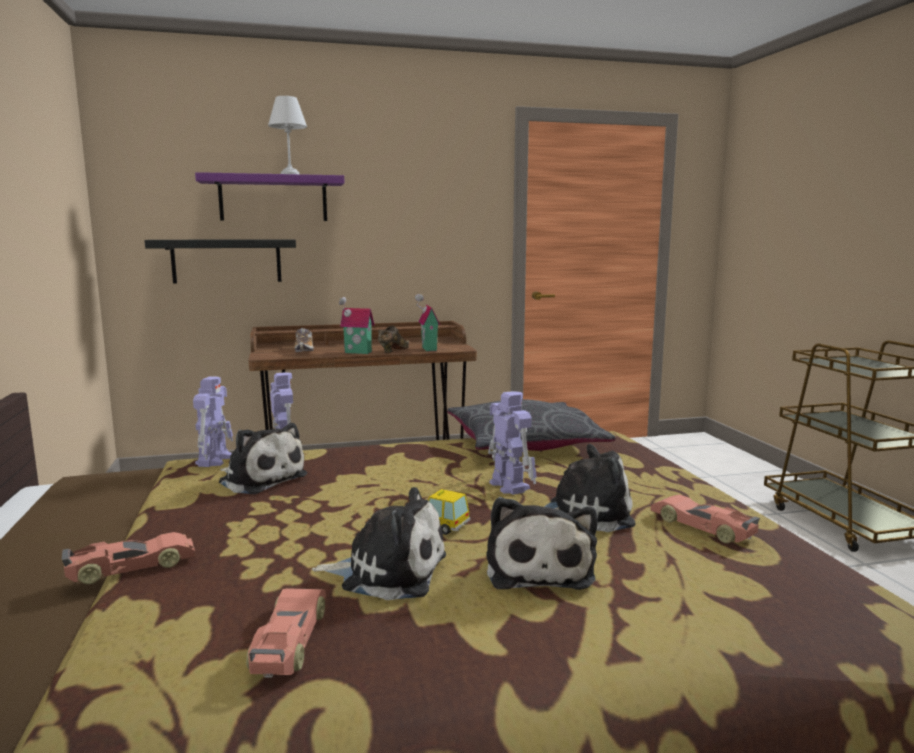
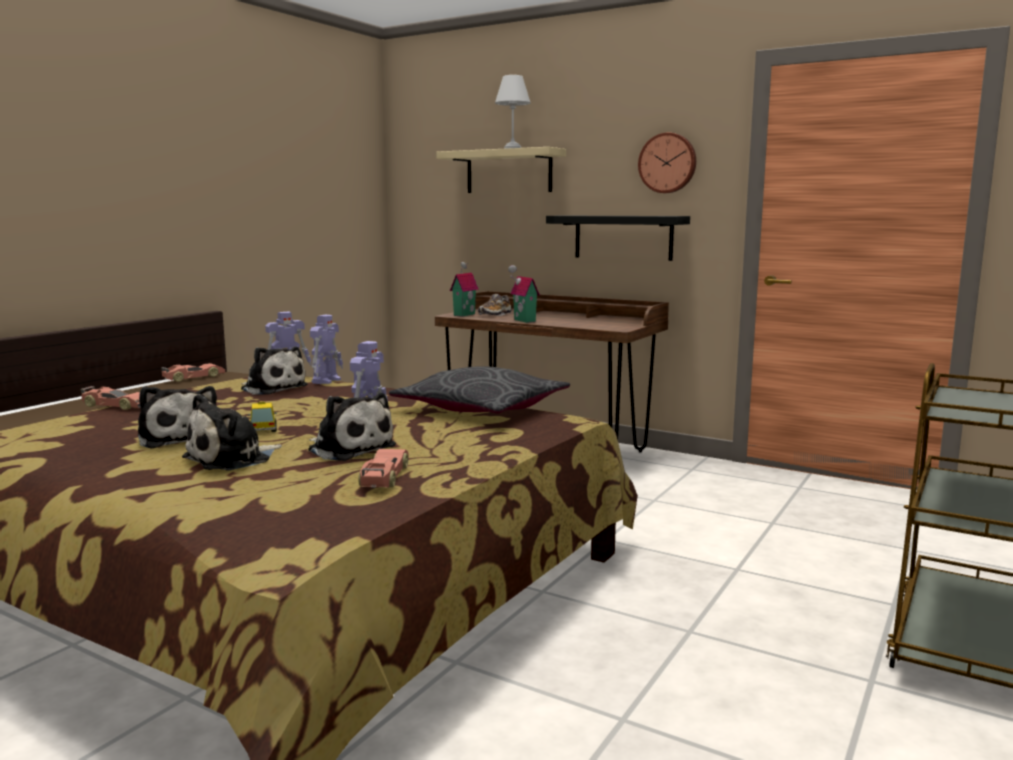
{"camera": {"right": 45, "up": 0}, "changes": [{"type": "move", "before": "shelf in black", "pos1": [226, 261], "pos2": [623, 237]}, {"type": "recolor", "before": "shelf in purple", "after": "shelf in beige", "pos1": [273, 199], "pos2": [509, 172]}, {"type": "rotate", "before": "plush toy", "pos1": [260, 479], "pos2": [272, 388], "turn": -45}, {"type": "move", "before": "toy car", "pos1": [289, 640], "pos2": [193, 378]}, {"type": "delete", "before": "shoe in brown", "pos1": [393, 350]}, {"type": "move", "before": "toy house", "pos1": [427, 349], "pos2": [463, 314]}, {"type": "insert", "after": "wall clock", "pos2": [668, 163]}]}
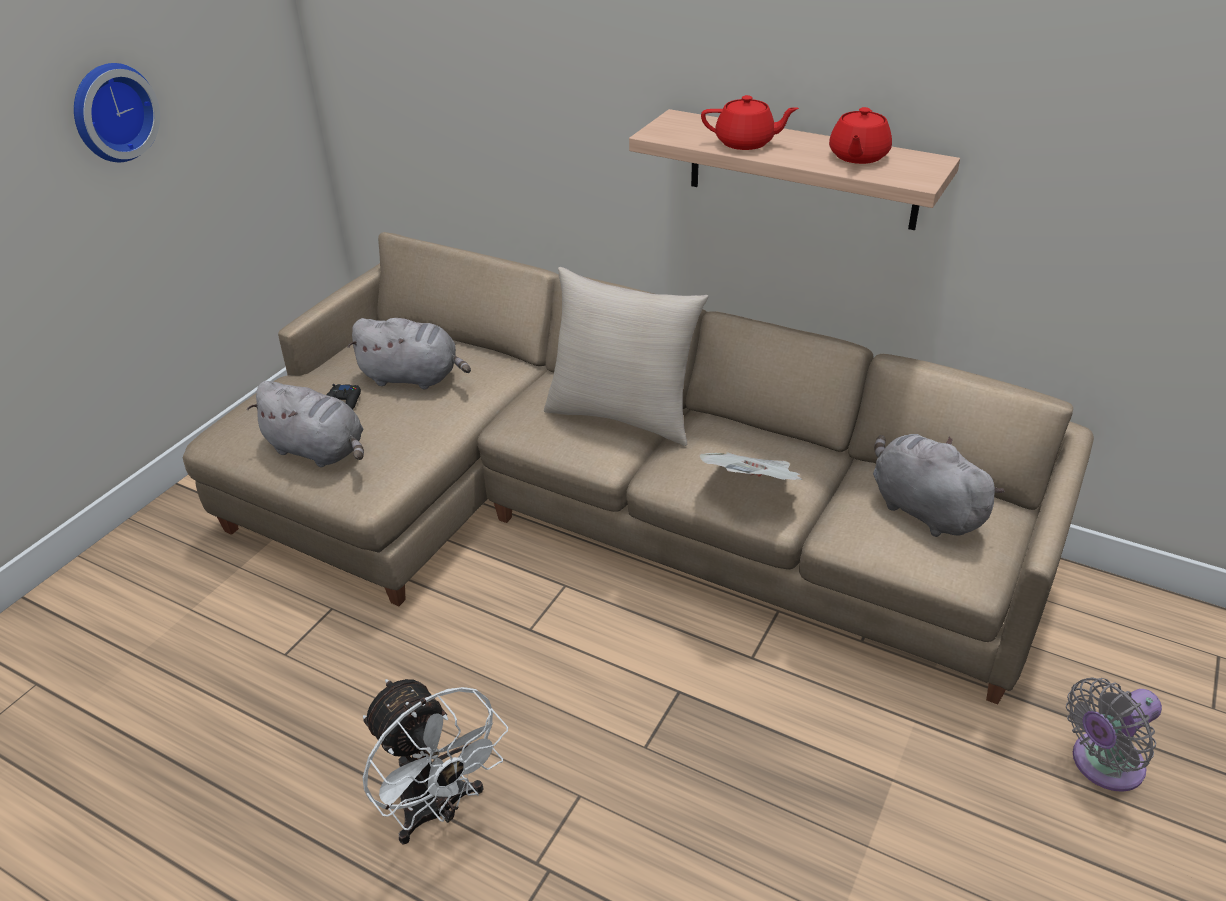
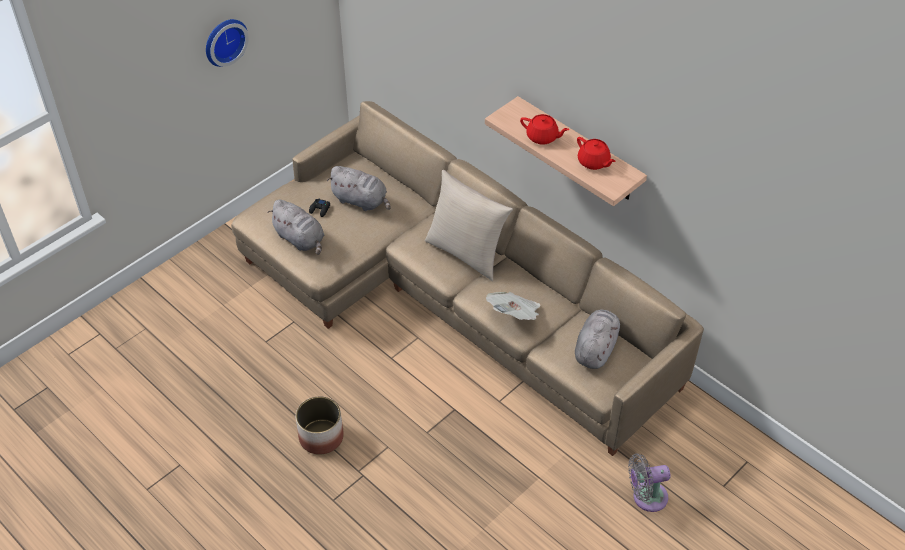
{"camera": {"right": 15, "up": 10}, "changes": [{"type": "replace", "before": "fan in white", "after": "planter", "pos1": [438, 810], "pos2": [321, 436]}, {"type": "rotate", "before": "teapot in red", "pos1": [857, 156], "pos2": [594, 162], "turn": -75}, {"type": "rotate", "before": "plush toy in grey", "pos1": [922, 509], "pos2": [596, 348], "turn": 45}]}
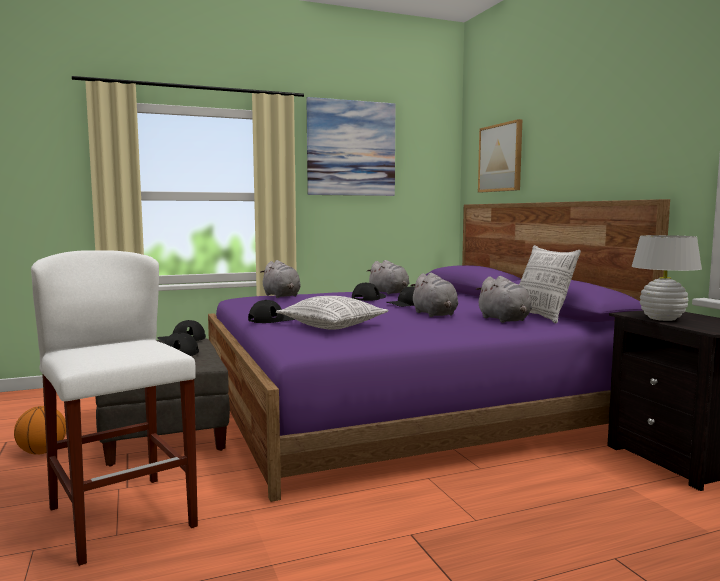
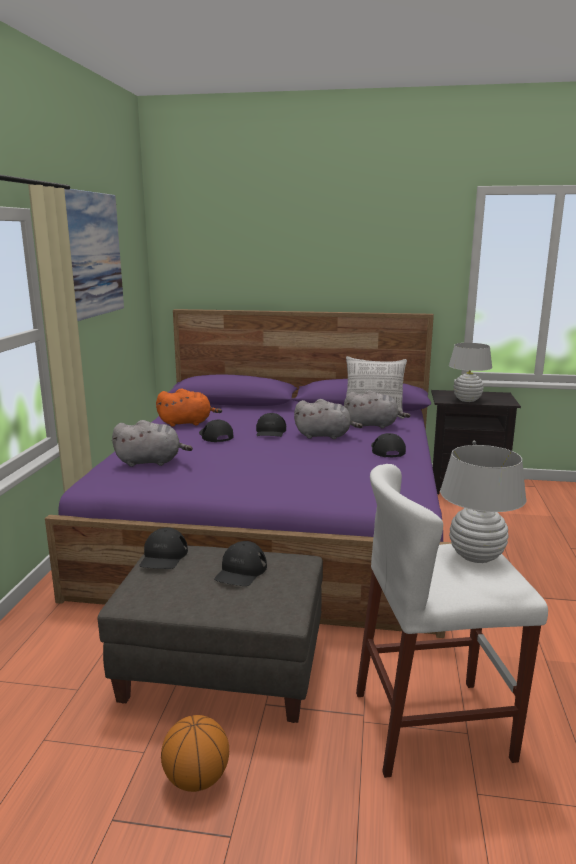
{"camera": {"right": -60, "up": 10}, "changes": [{"type": "move", "before": "cap in black", "pos1": [272, 319], "pos2": [387, 450]}, {"type": "delete", "before": "pillow", "pos1": [333, 326]}, {"type": "recolor", "before": "plush toy in grey", "after": "plush toy in orange", "pos1": [389, 293], "pos2": [187, 423]}, {"type": "delete", "before": "picture", "pos1": [500, 158]}, {"type": "insert", "after": "table lamp in white", "pos2": [476, 556]}]}
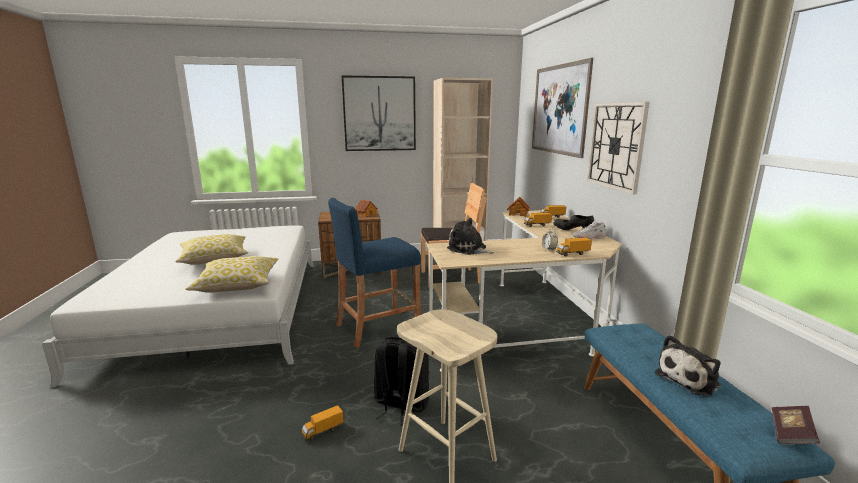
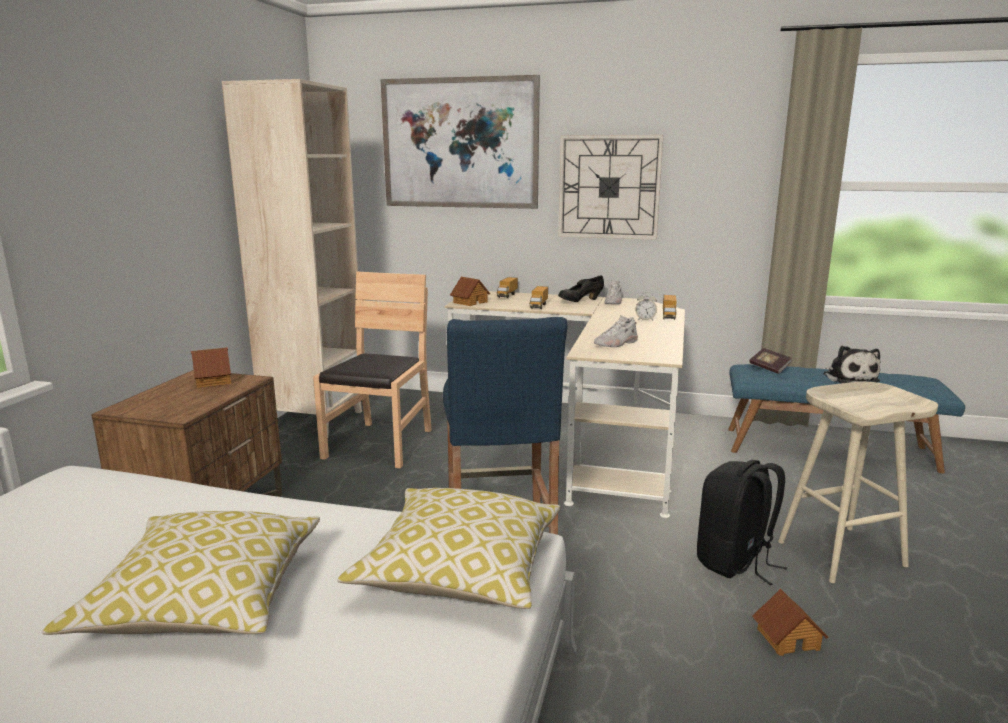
{"camera": {"right": -65, "up": 0}, "changes": [{"type": "replace", "before": "toy truck", "after": "toy house", "pos1": [323, 431], "pos2": [787, 638]}, {"type": "delete", "before": "picture", "pos1": [379, 114]}, {"type": "replace", "before": "plush toy", "after": "shoe in white", "pos1": [468, 249], "pos2": [616, 344]}, {"type": "move", "before": "book", "pos1": [791, 433], "pos2": [769, 368]}]}
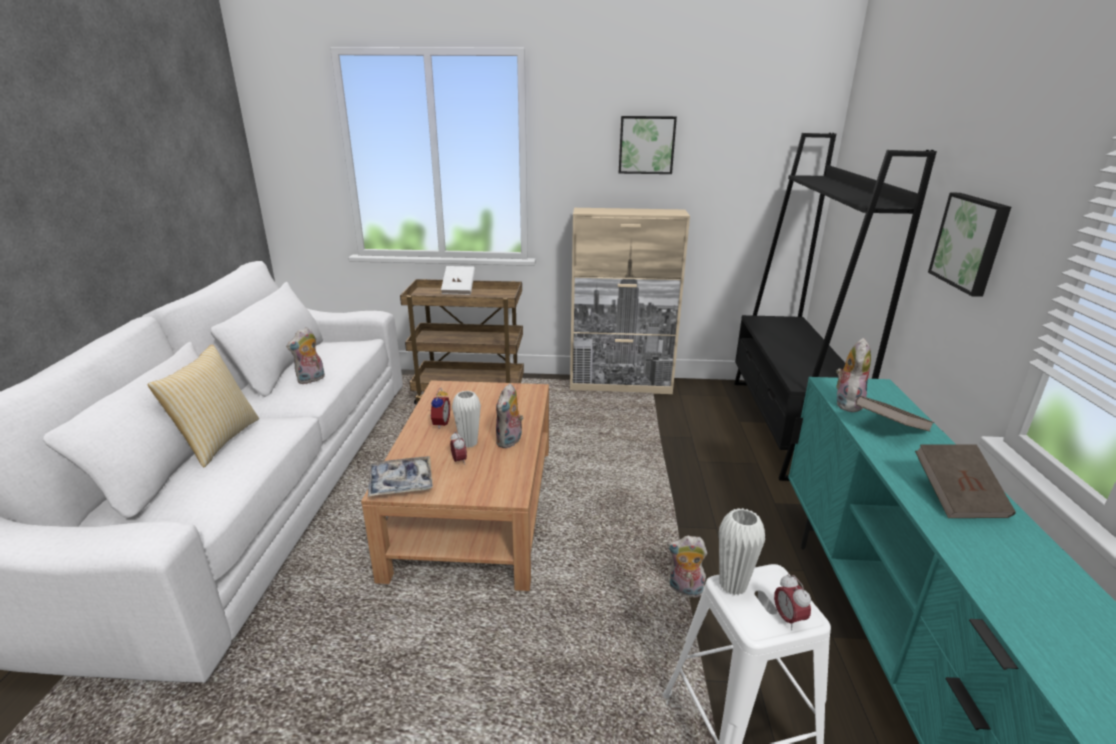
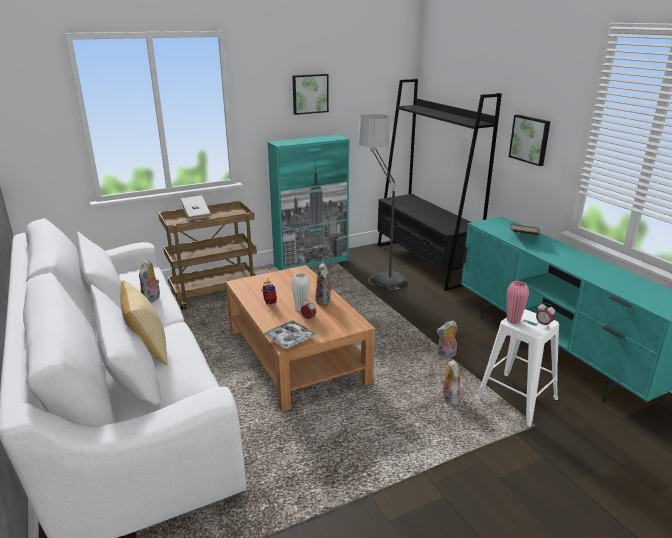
{"camera": {"right": -30, "up": 0}, "changes": [{"type": "recolor", "before": "cabinet in beige", "after": "cabinet in turquoise", "pos1": [621, 385], "pos2": [312, 262]}, {"type": "recolor", "before": "vase in white", "after": "vase in pink", "pos1": [732, 585], "pos2": [513, 320]}, {"type": "move", "before": "plush toy", "pos1": [846, 403], "pos2": [449, 397]}, {"type": "delete", "before": "book in brown", "pos1": [957, 497]}, {"type": "insert", "after": "floor lamp", "pos2": [378, 272]}]}
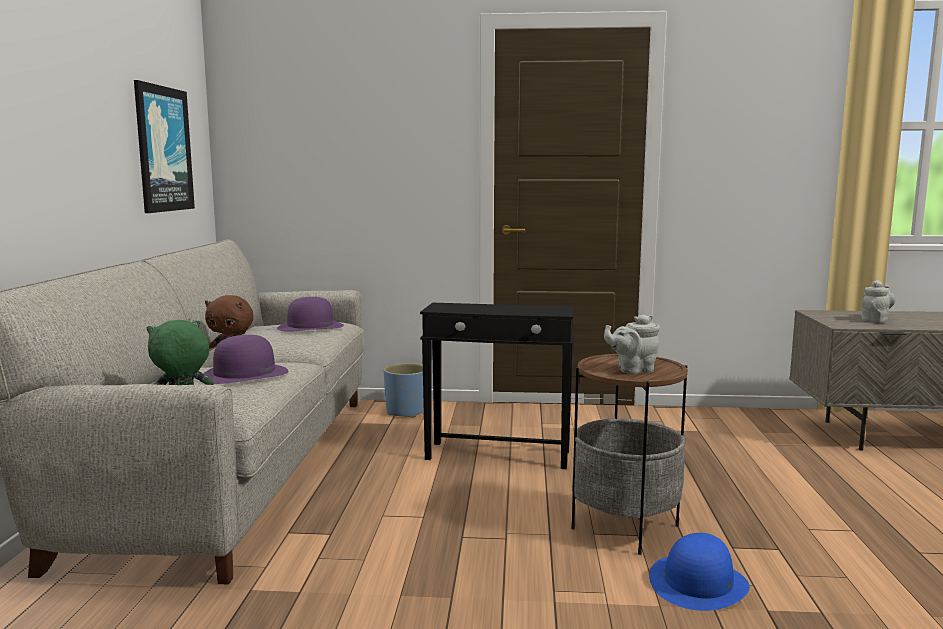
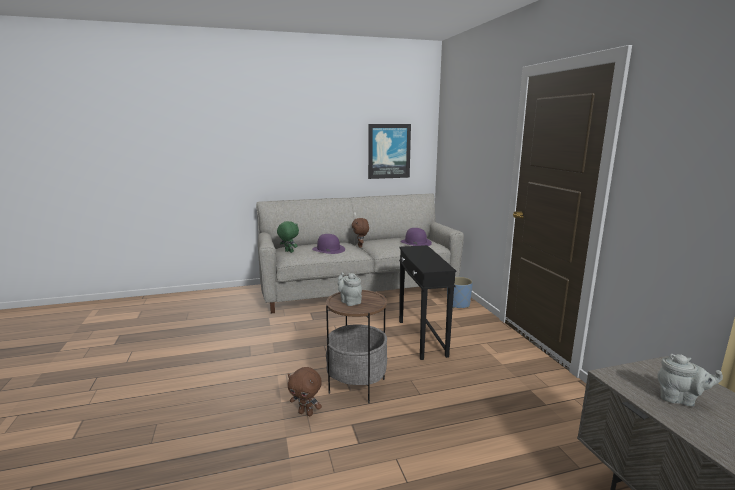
{"camera": {"right": 70, "up": 5}, "changes": [{"type": "replace", "before": "hat in blue", "after": "plush toy in brown", "pos1": [698, 582], "pos2": [306, 413]}]}
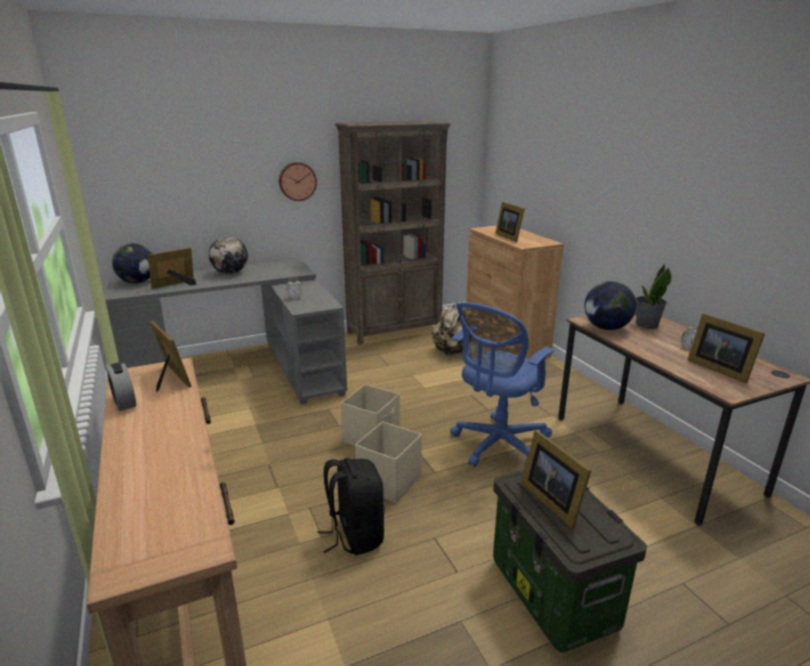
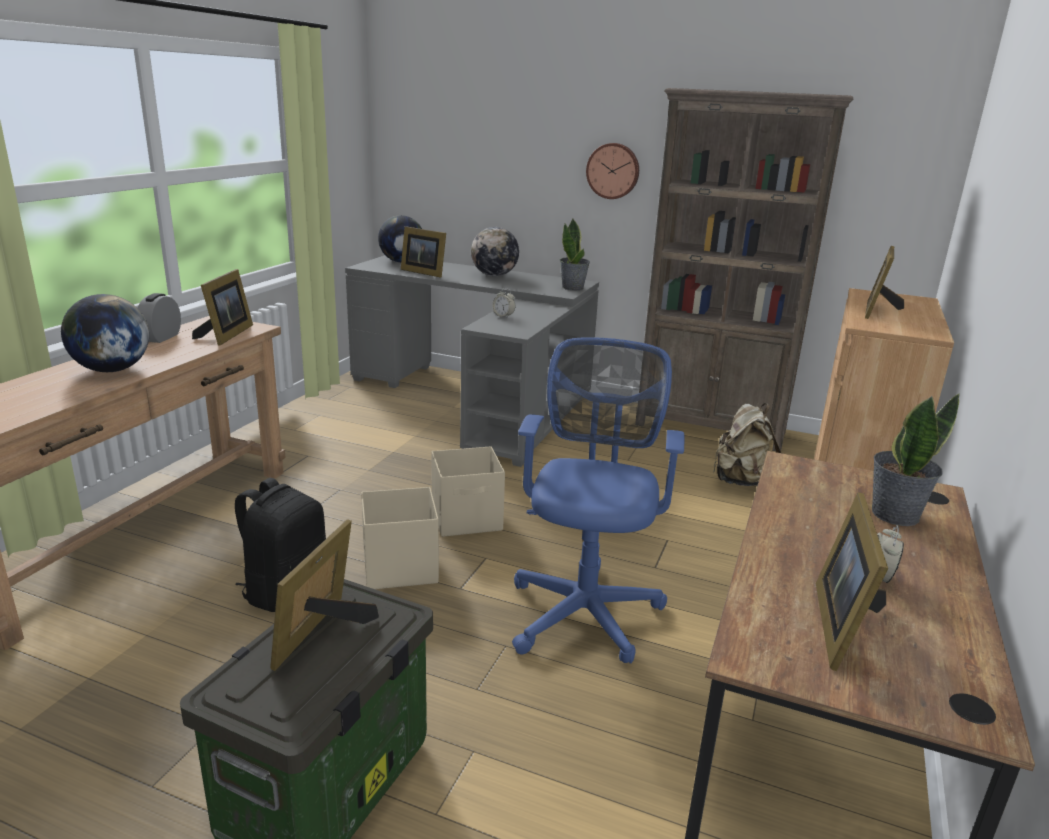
{"camera": {"right": 45, "up": 0}, "changes": [{"type": "rotate", "before": "picture frame", "pos1": [176, 285], "pos2": [423, 272], "turn": -150}, {"type": "rotate", "before": "office chair in blue", "pos1": [497, 445], "pos2": [585, 609], "turn": 105}, {"type": "move", "before": "globe", "pos1": [606, 328], "pos2": [112, 370]}, {"type": "insert", "after": "potted plant", "pos2": [573, 287]}]}
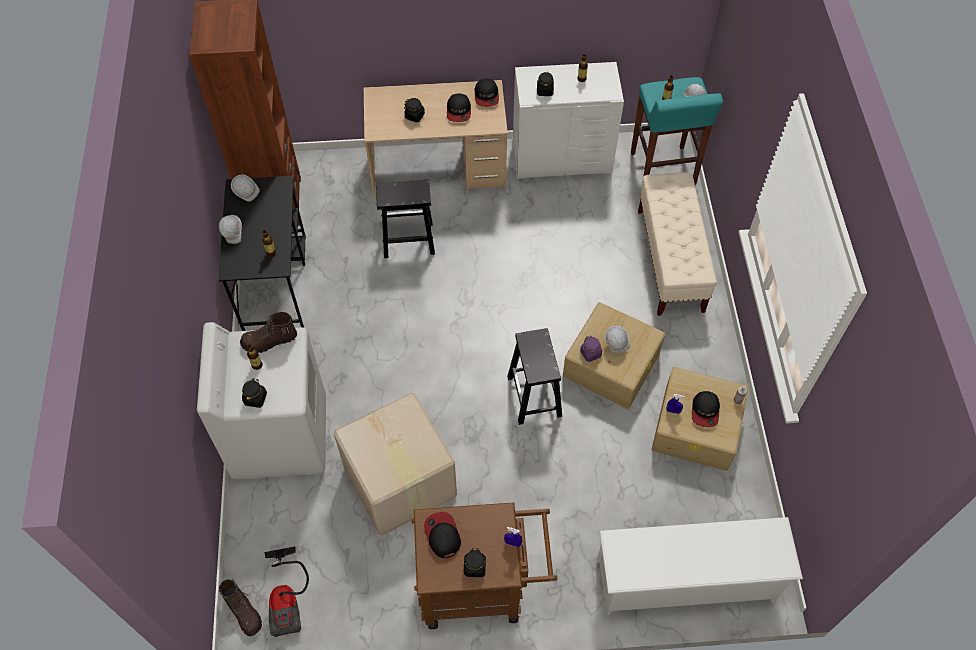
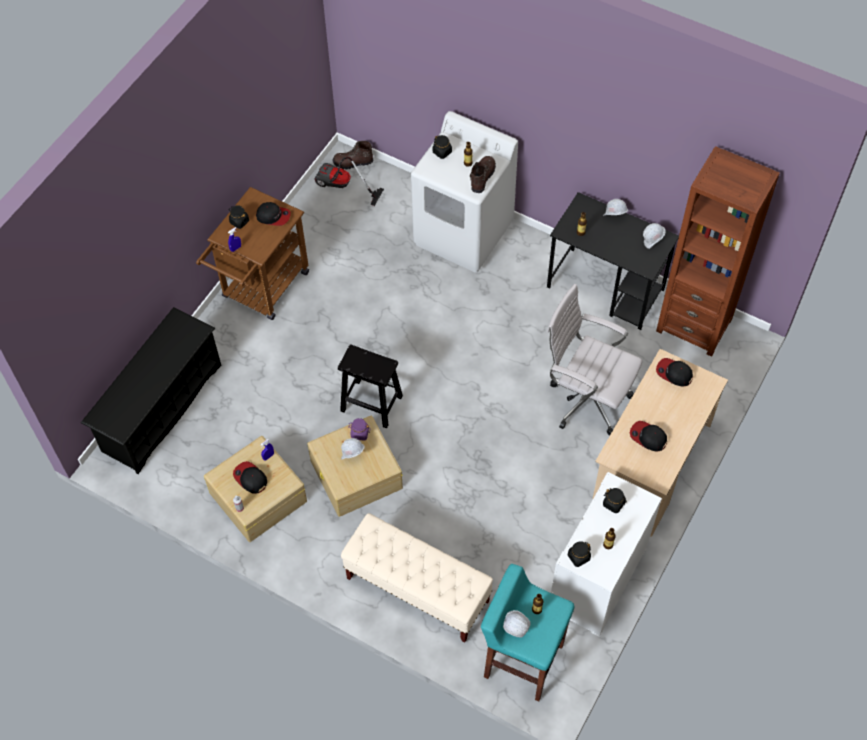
{"camera": {"right": 125, "up": 0}, "changes": [{"type": "delete", "before": "cardboard box", "pos1": [399, 483]}, {"type": "replace", "before": "stool in black", "after": "office chair in white", "pos1": [407, 240], "pos2": [585, 399]}, {"type": "move", "before": "jar in black", "pos1": [415, 116], "pos2": [578, 557]}, {"type": "move", "before": "cap", "pos1": [486, 96], "pos2": [674, 373]}, {"type": "recolor", "before": "shoe rack in white", "after": "shoe rack in black", "pos1": [685, 581], "pos2": [161, 408]}]}
